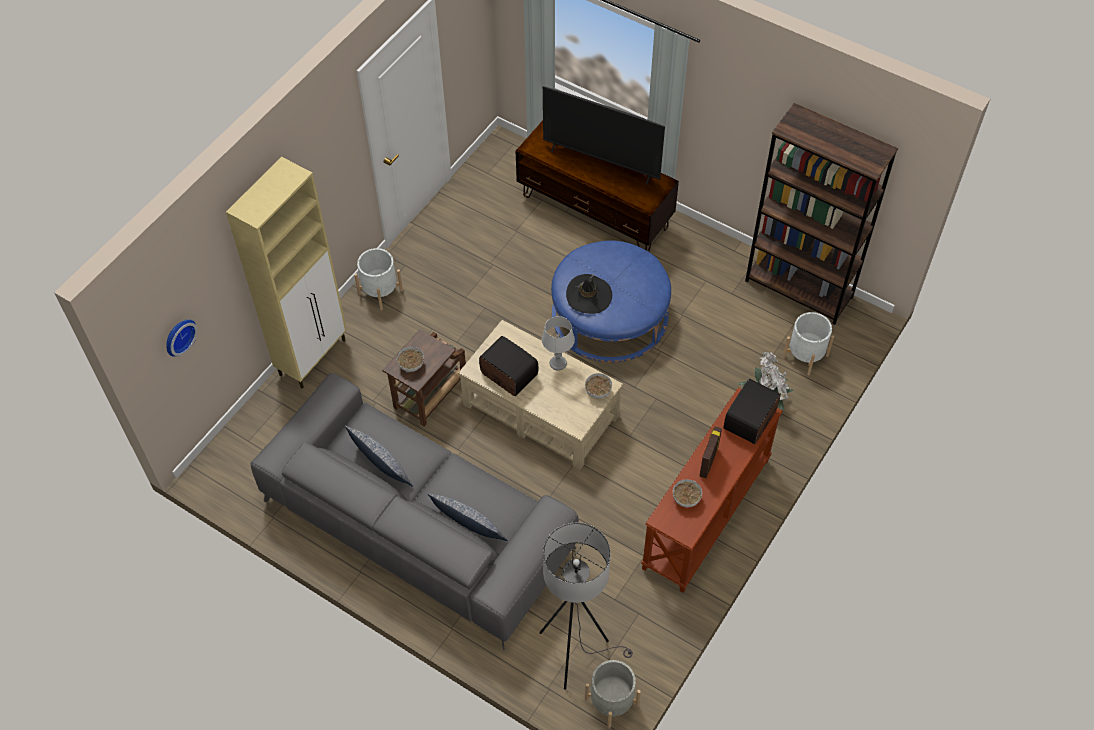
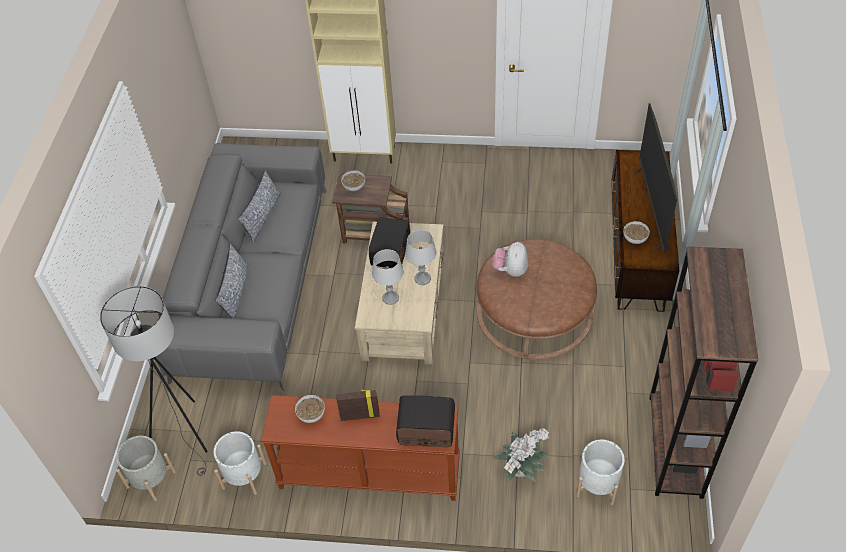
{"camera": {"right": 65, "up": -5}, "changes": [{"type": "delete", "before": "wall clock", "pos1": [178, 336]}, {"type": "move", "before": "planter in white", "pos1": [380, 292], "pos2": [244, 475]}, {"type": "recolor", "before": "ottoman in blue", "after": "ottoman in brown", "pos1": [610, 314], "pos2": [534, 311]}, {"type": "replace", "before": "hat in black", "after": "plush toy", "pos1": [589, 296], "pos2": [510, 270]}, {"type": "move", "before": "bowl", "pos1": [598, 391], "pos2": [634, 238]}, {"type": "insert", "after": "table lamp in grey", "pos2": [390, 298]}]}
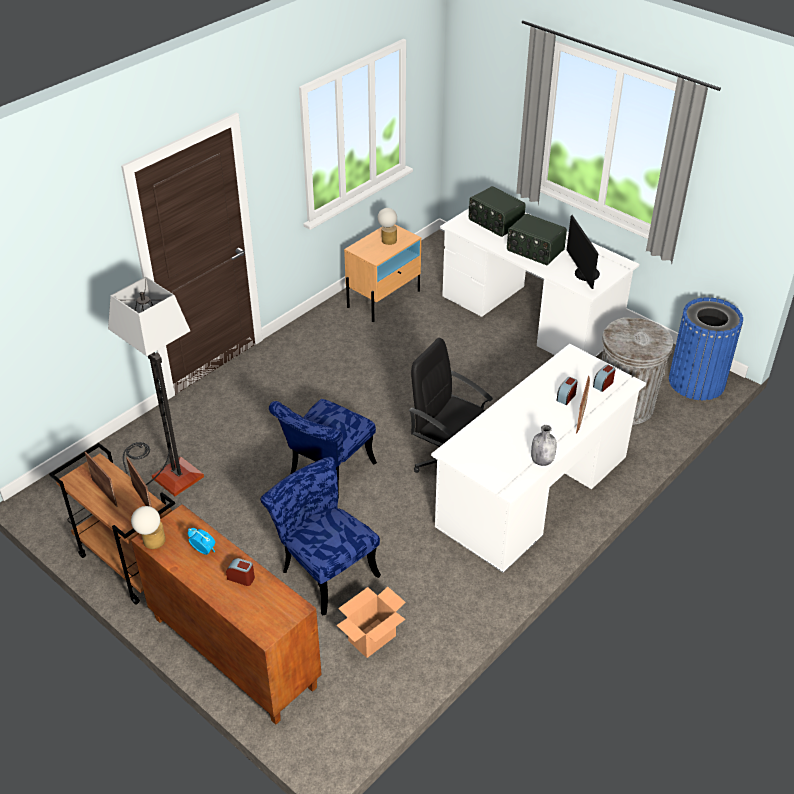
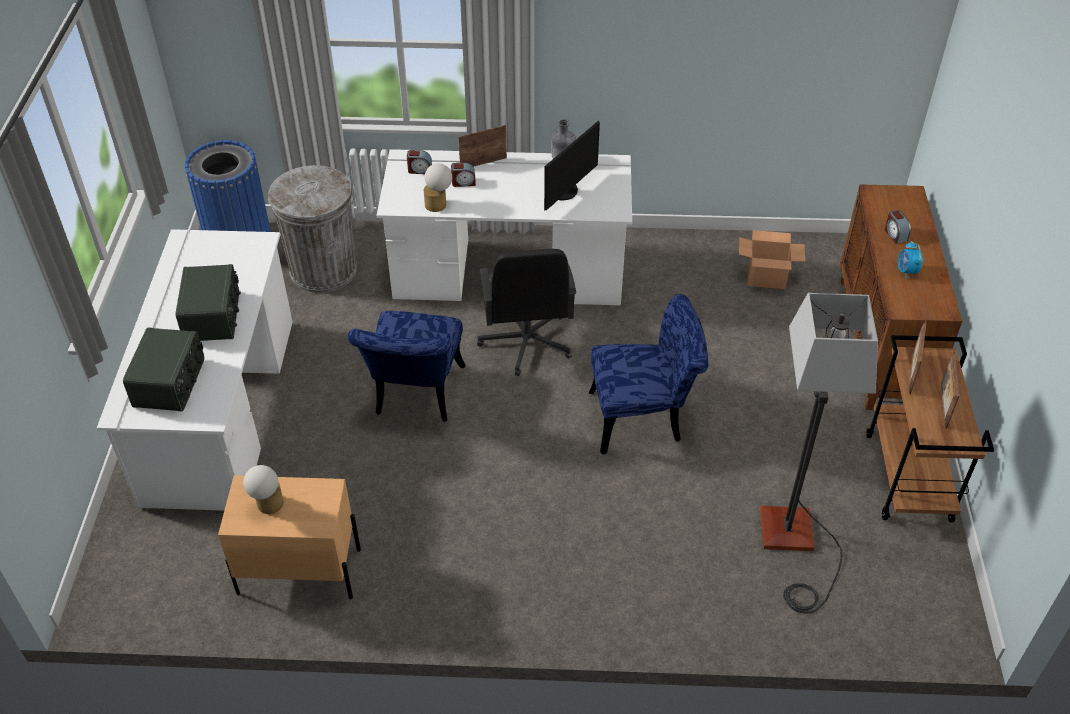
{"camera": {"right": -130, "up": 5}, "changes": [{"type": "move", "before": "table lamp", "pos1": [151, 543], "pos2": [439, 205]}, {"type": "move", "before": "chair in blue", "pos1": [324, 569], "pos2": [416, 396]}, {"type": "move", "before": "monitor", "pos1": [584, 274], "pos2": [565, 191]}]}
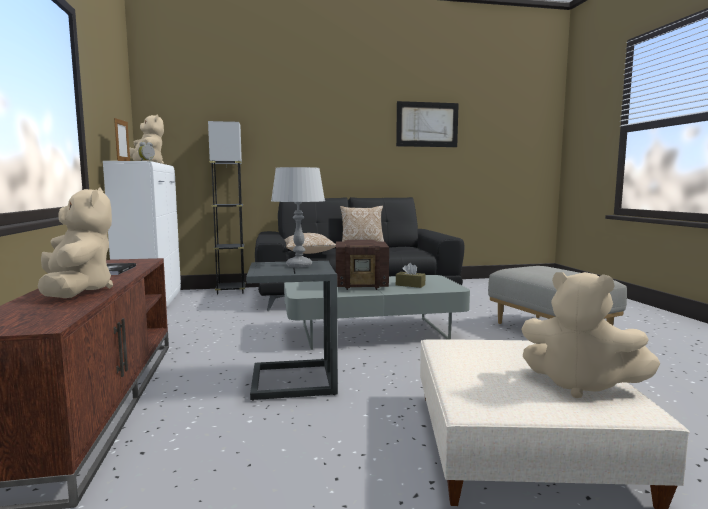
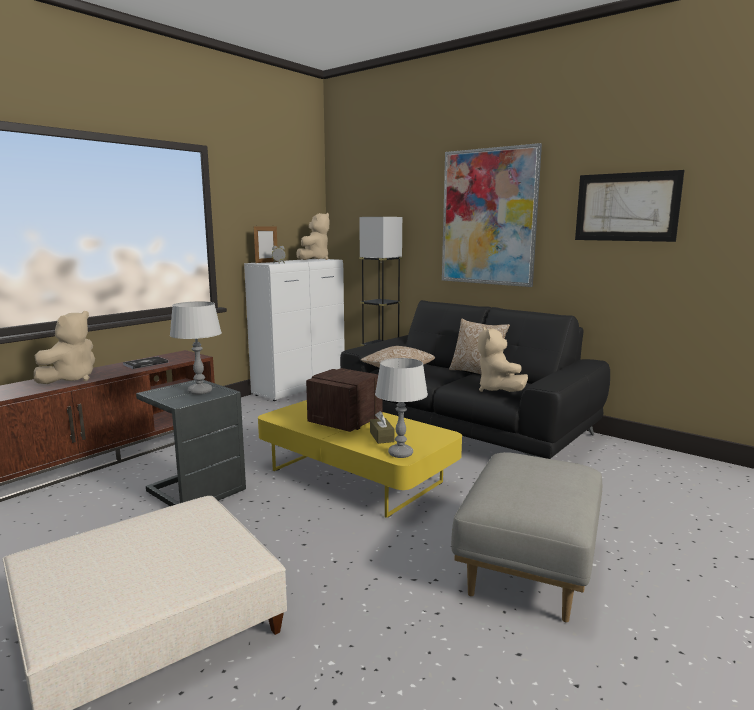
{"camera": {"right": 50, "up": 5}, "changes": [{"type": "recolor", "before": "coffee table in grey", "after": "coffee table in yellow", "pos1": [373, 333], "pos2": [355, 476]}, {"type": "rotate", "before": "radio", "pos1": [362, 285], "pos2": [344, 422], "turn": 75}, {"type": "move", "before": "plush toy in beige", "pos1": [580, 385], "pos2": [498, 390]}, {"type": "insert", "after": "table lamp in grey", "pos2": [400, 453]}, {"type": "insert", "after": "picture", "pos2": [488, 217]}]}
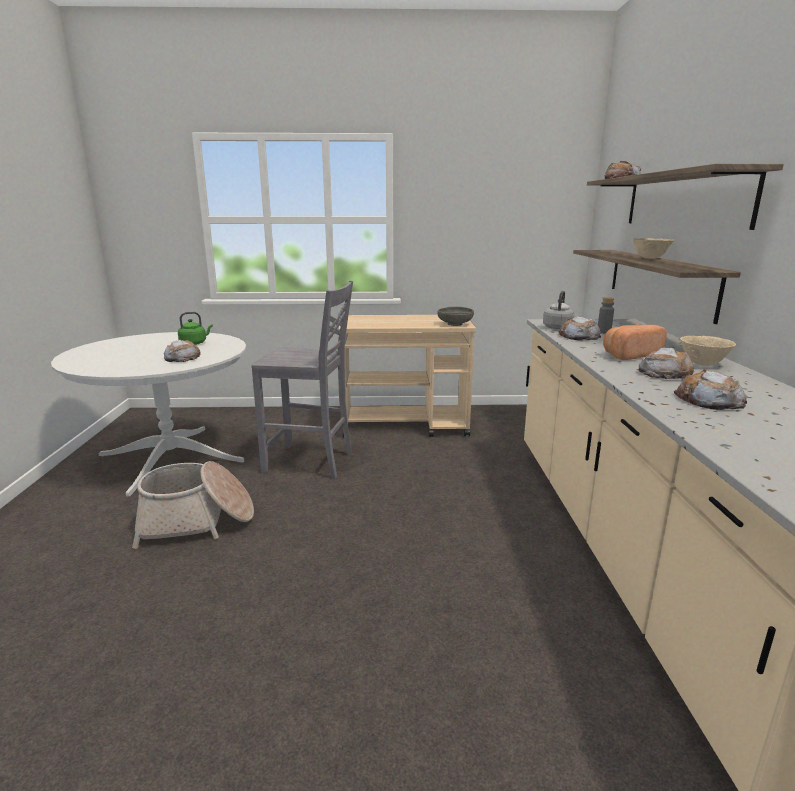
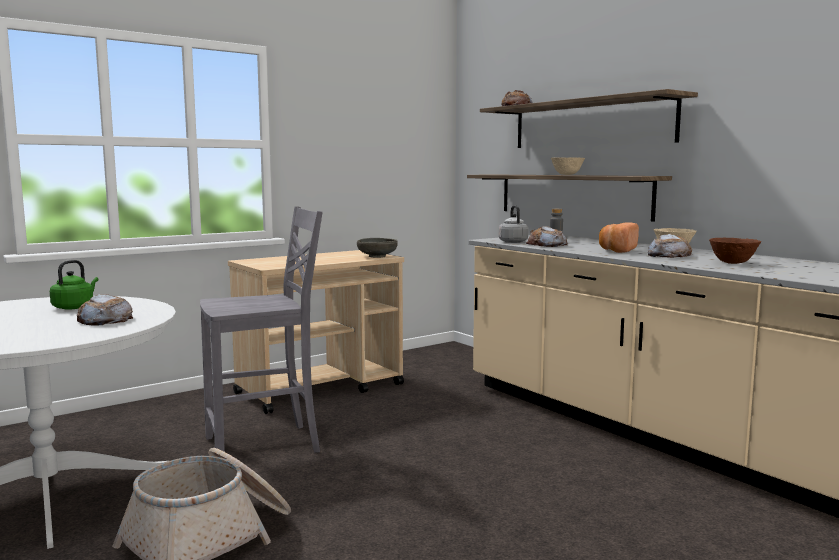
{"camera": {"right": -35, "up": -10}, "changes": [{"type": "replace", "before": "bread", "after": "bowl in brown", "pos1": [708, 400], "pos2": [733, 263]}]}
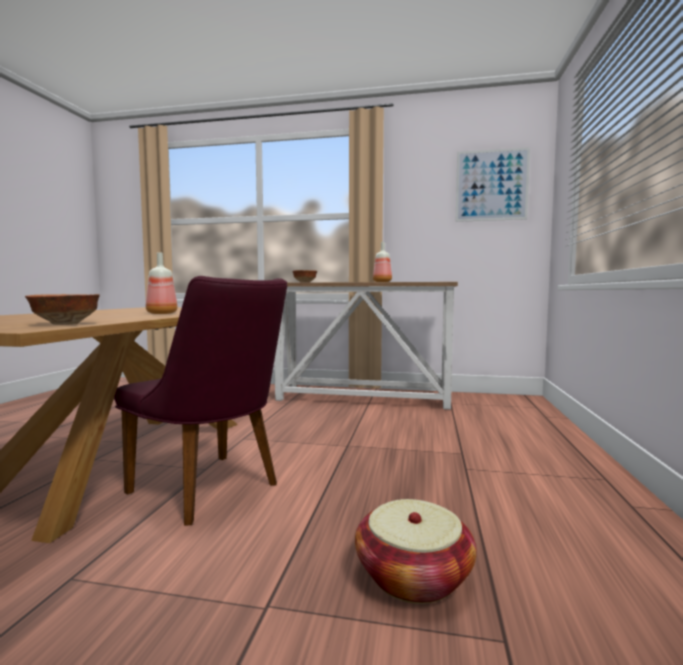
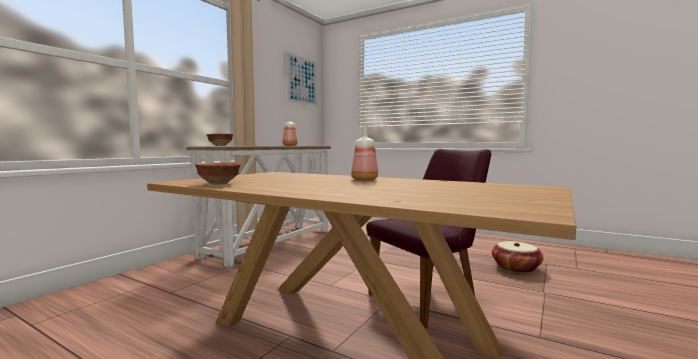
{"camera": {"right": -70, "up": 0}, "changes": [{"type": "move", "before": "bowl", "pos1": [66, 324], "pos2": [219, 184]}]}
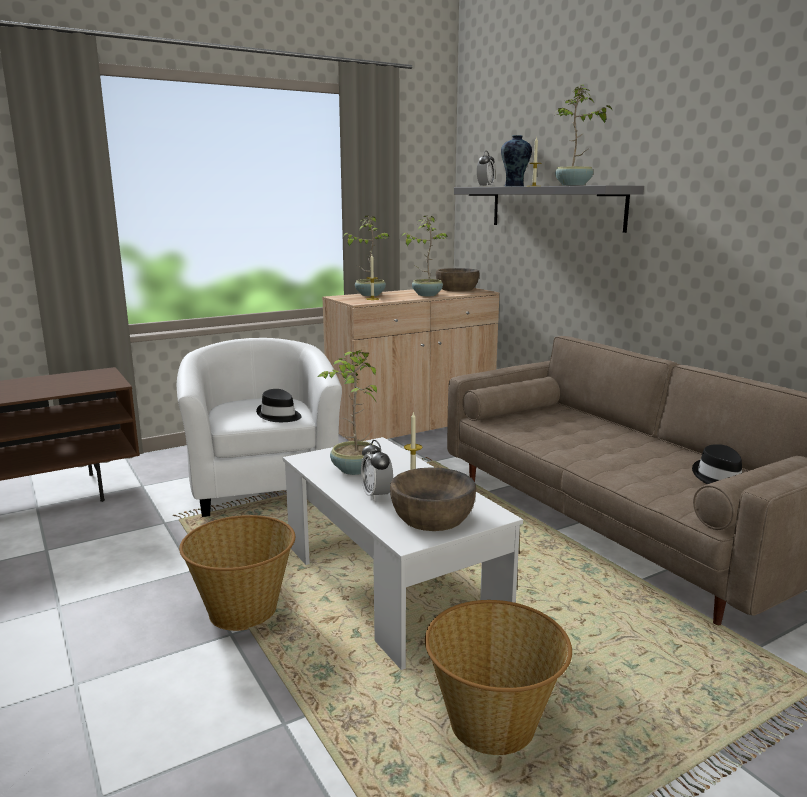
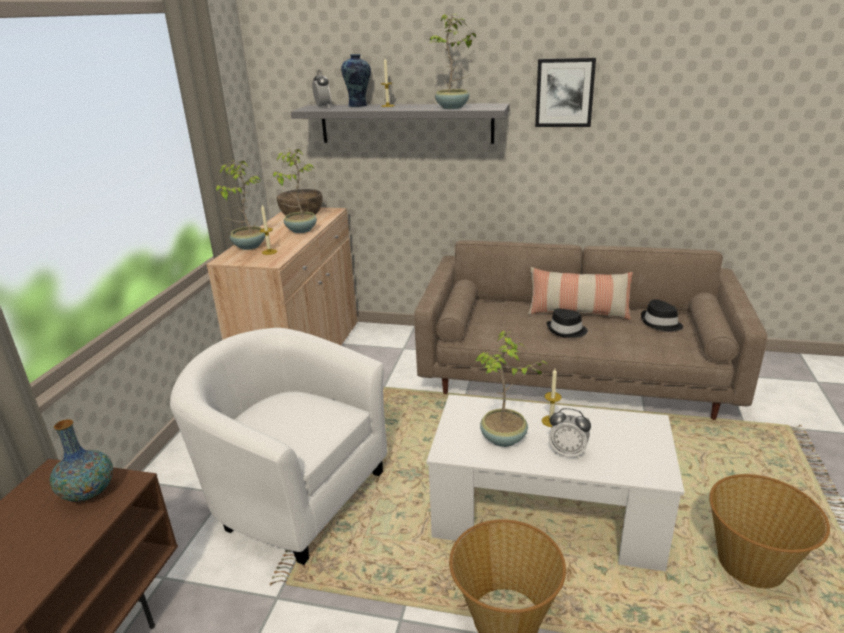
{"camera": {"right": -45, "up": 10}, "changes": [{"type": "move", "before": "hat in black", "pos1": [279, 415], "pos2": [566, 330]}, {"type": "delete", "before": "bowl in brown", "pos1": [432, 517]}, {"type": "insert", "after": "vase", "pos2": [89, 492]}, {"type": "insert", "after": "pillow", "pos2": [578, 312]}, {"type": "insert", "after": "picture", "pos2": [564, 92]}]}
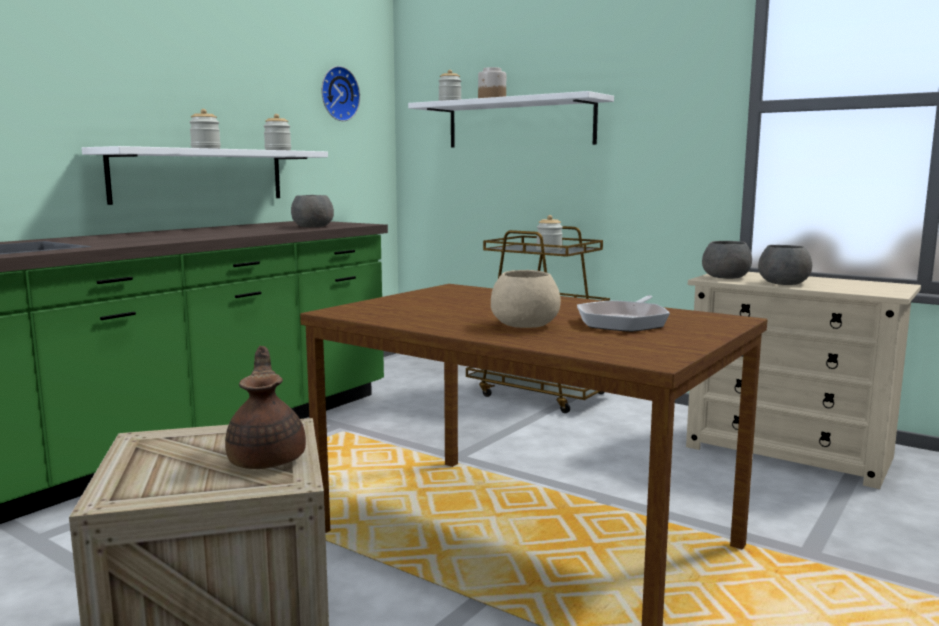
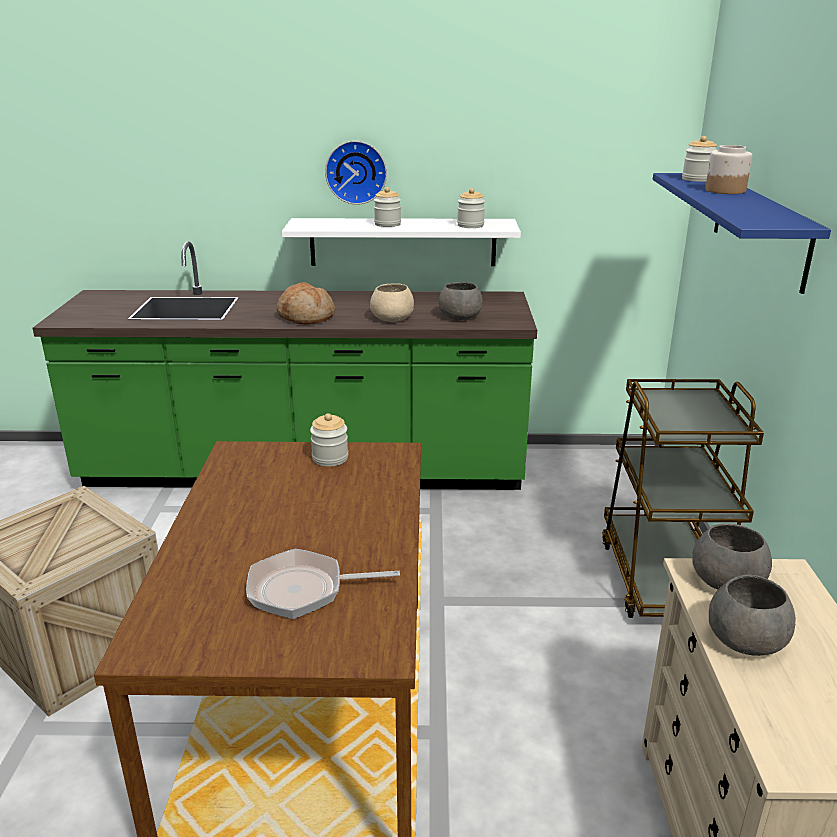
{"camera": {"right": 55, "up": 15}, "changes": [{"type": "delete", "before": "teapot in brown", "pos1": [268, 459]}, {"type": "move", "before": "wall clock", "pos1": [337, 94], "pos2": [356, 172]}, {"type": "recolor", "before": "shelf in white", "after": "shelf in blue", "pos1": [519, 123], "pos2": [759, 228]}, {"type": "move", "before": "bowl in beige", "pos1": [524, 324], "pos2": [393, 318]}, {"type": "move", "before": "jar", "pos1": [549, 250], "pos2": [330, 458]}, {"type": "insert", "after": "bread", "pos2": [306, 317]}]}
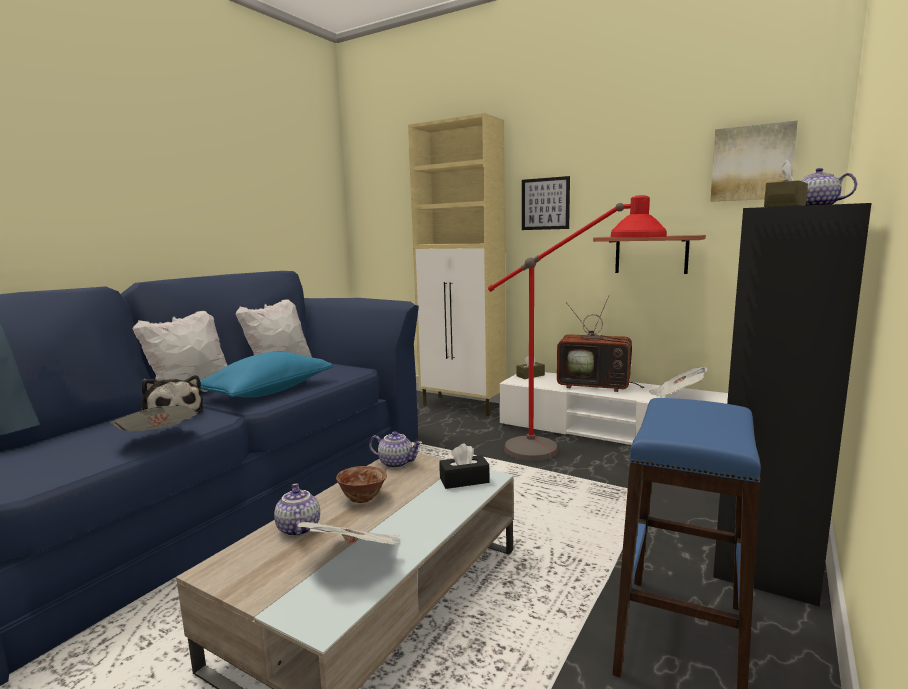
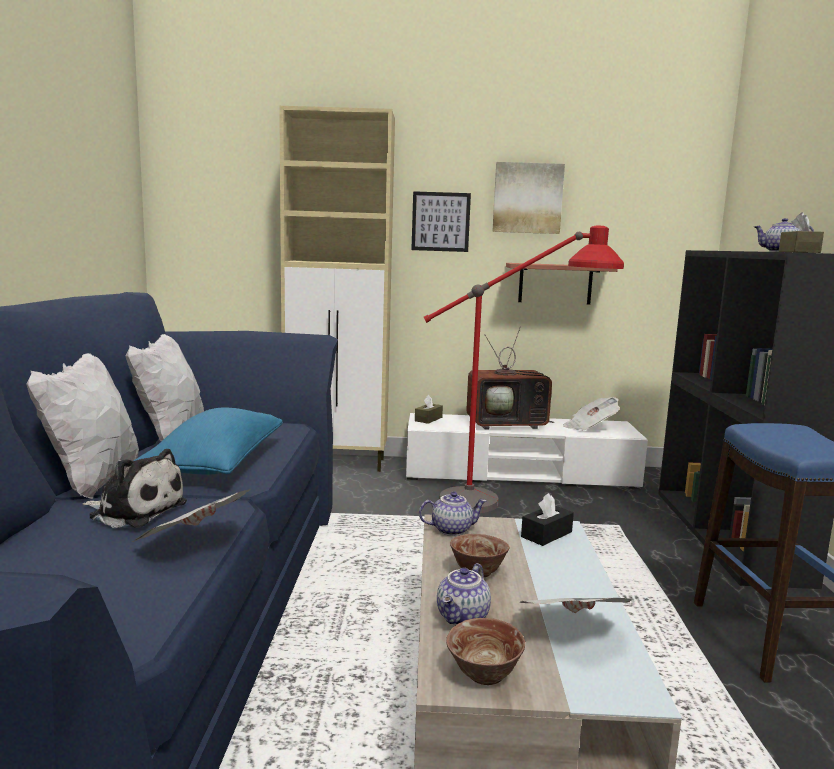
{"camera": {"right": -30, "up": 0}, "changes": [{"type": "rotate", "before": "teapot", "pos1": [297, 528], "pos2": [463, 618], "turn": -105}, {"type": "move", "before": "picture", "pos1": [752, 163], "pos2": [527, 198]}, {"type": "insert", "after": "bowl", "pos2": [484, 675]}]}
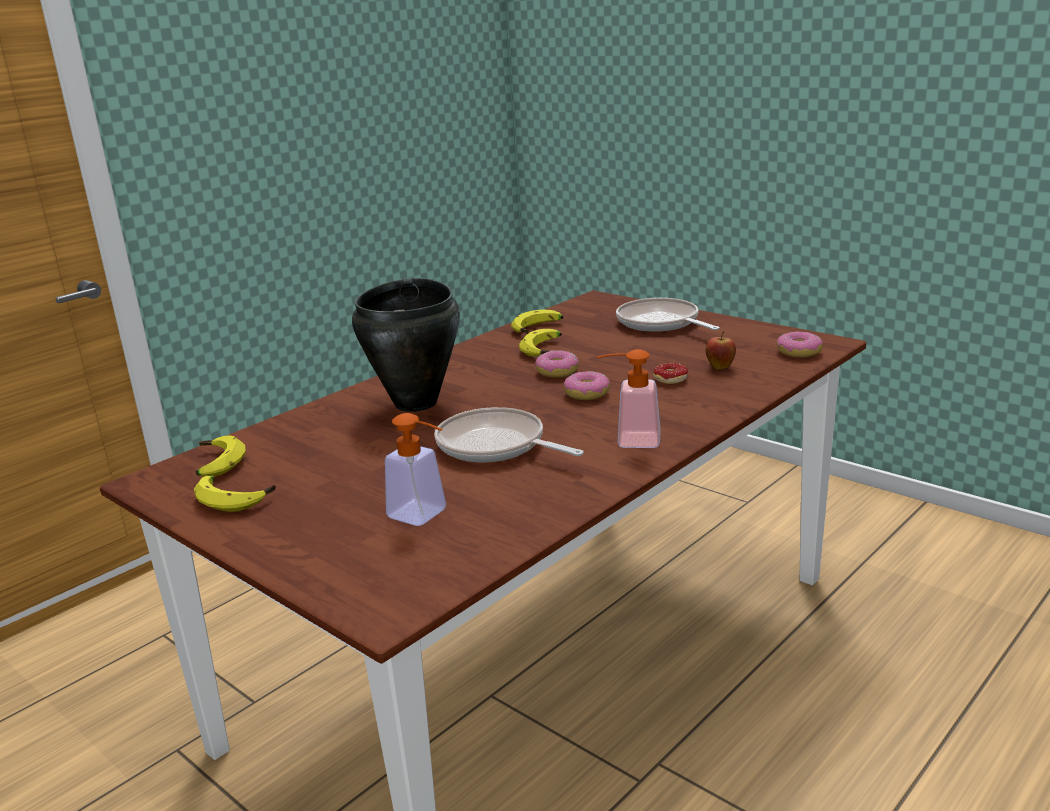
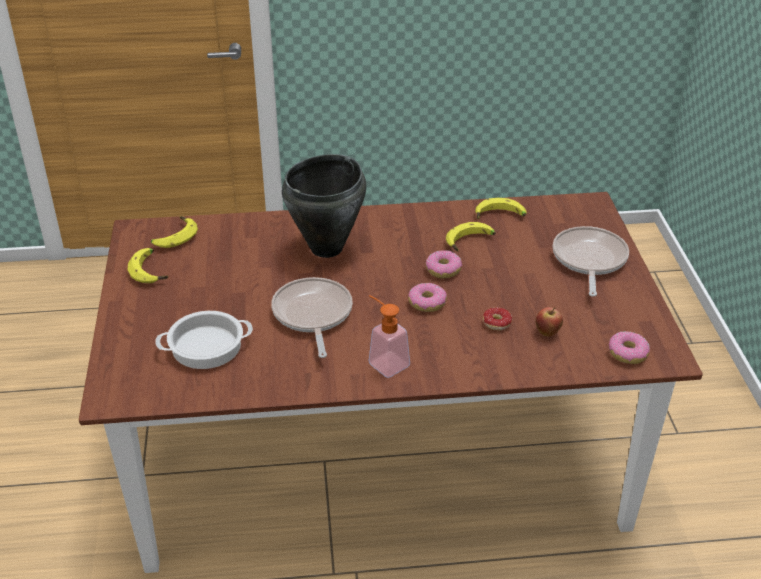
{"camera": {"right": 40, "up": 15}, "changes": [{"type": "replace", "before": "soap dispenser", "after": "cooking pot", "pos1": [425, 516], "pos2": [207, 346]}]}
